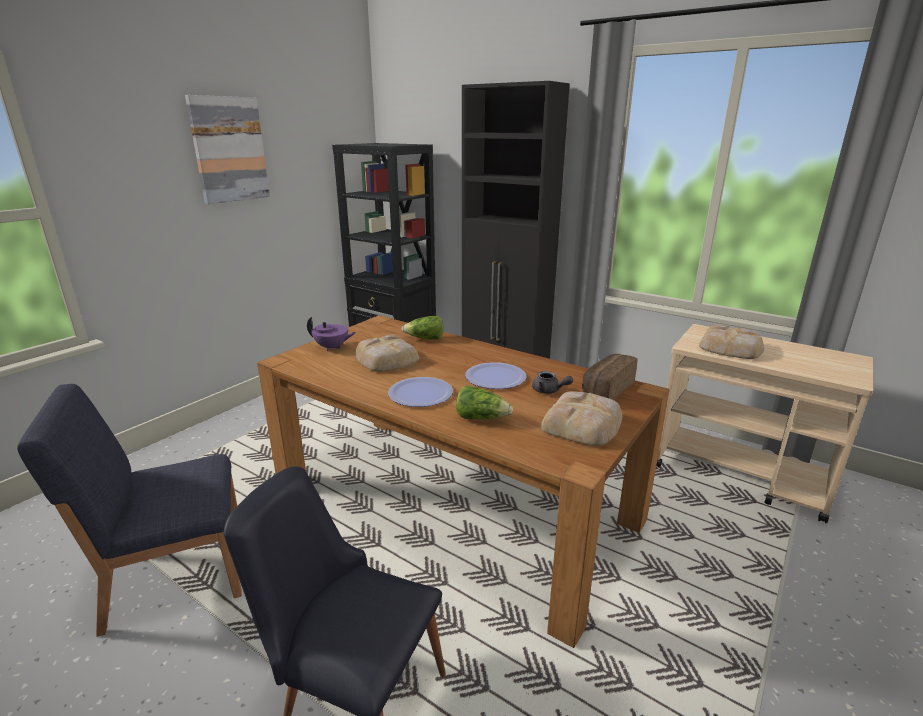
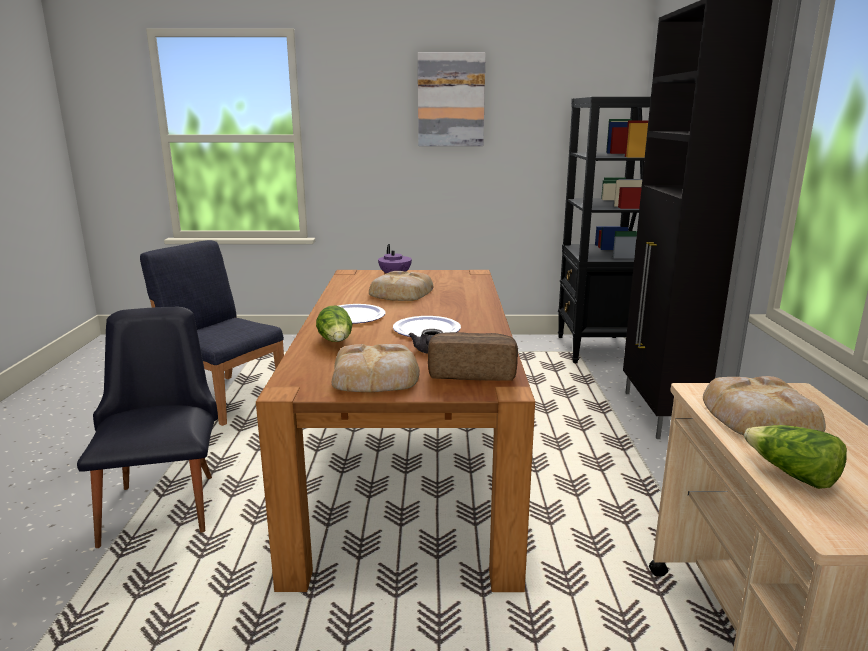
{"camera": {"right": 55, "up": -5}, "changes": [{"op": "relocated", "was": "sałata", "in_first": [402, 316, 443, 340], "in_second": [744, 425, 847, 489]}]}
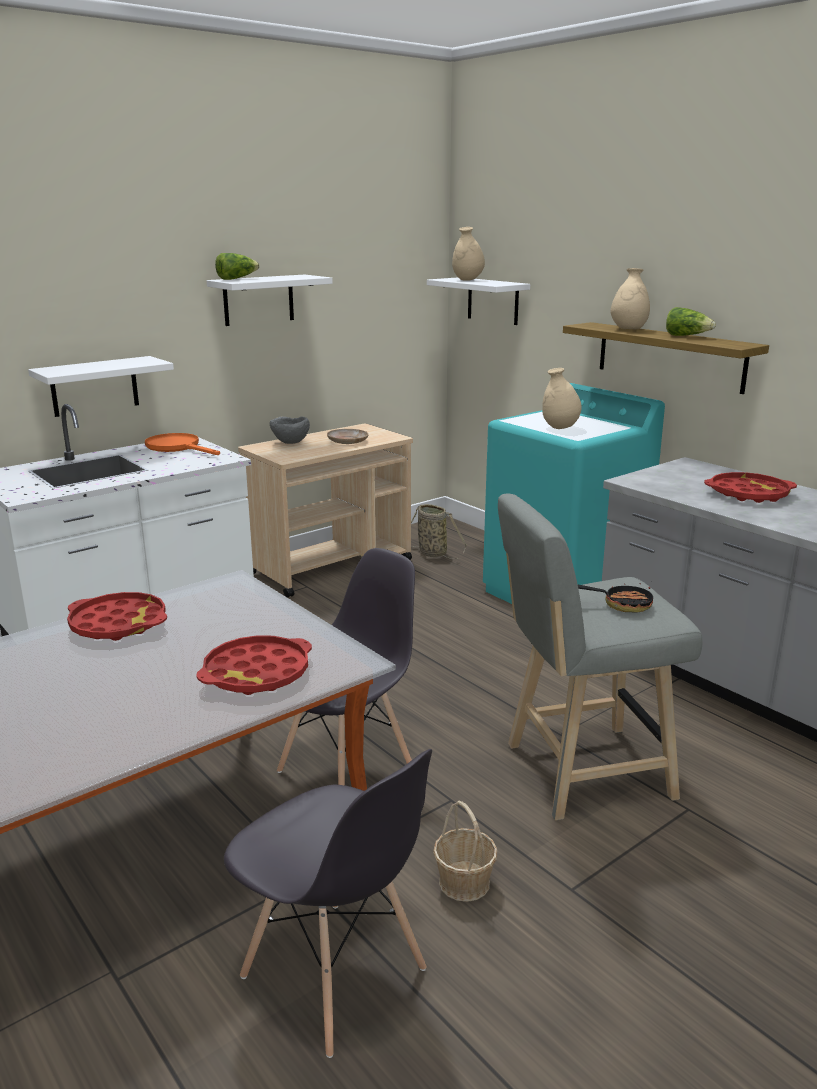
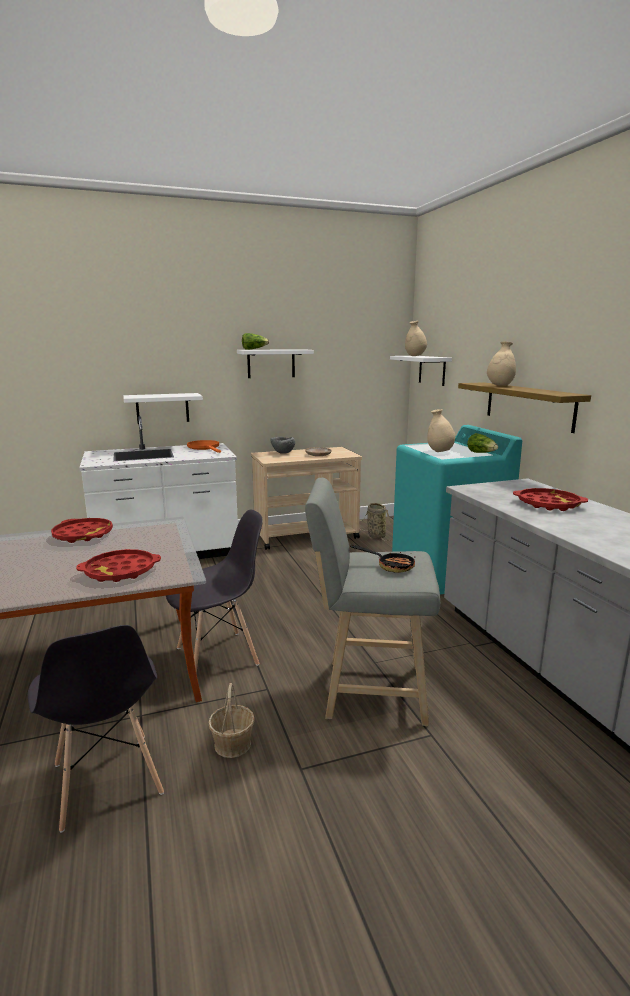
{"camera": {"right": 20, "up": -5}, "changes": [{"op": "relocated", "was": "sałata", "in_first": [666, 307, 716, 336], "in_second": [467, 433, 498, 453]}]}
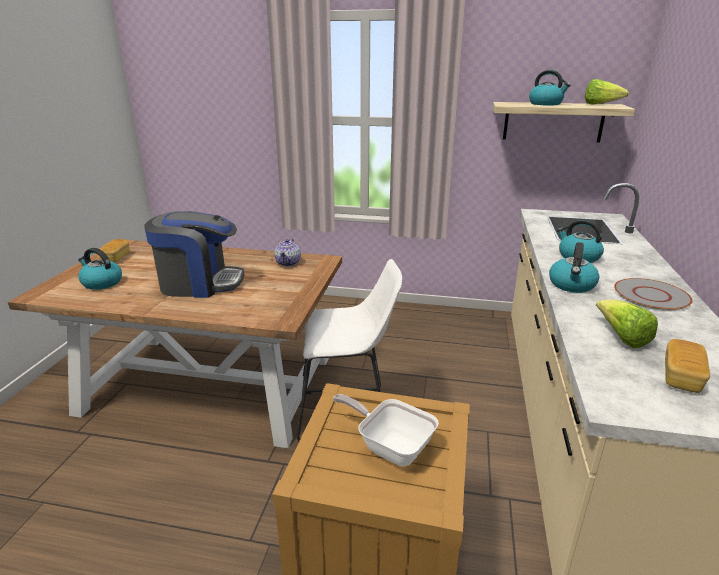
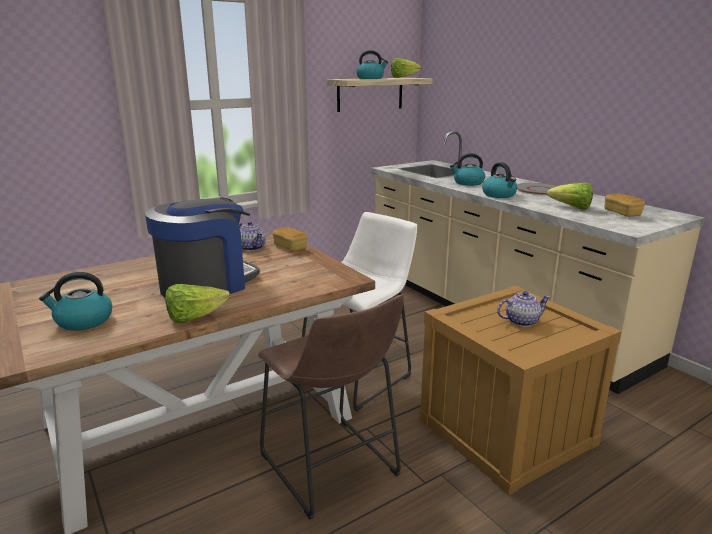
{"camera": {"right": -45, "up": -5}, "changes": [{"op": "relocated", "was": "chleb", "in_first": [99, 239, 130, 263], "in_second": [273, 227, 307, 251]}, {"op": "exchanged", "was": "patelnia", "now": "imbryk", "in_first": [333, 394, 439, 466], "in_second": [497, 291, 550, 327]}, {"op": "appeared", "now": "sałata", "in_second": [165, 284, 230, 323]}, {"op": "appeared", "now": "stołek/brązowy", "in_second": [258, 294, 404, 520]}]}
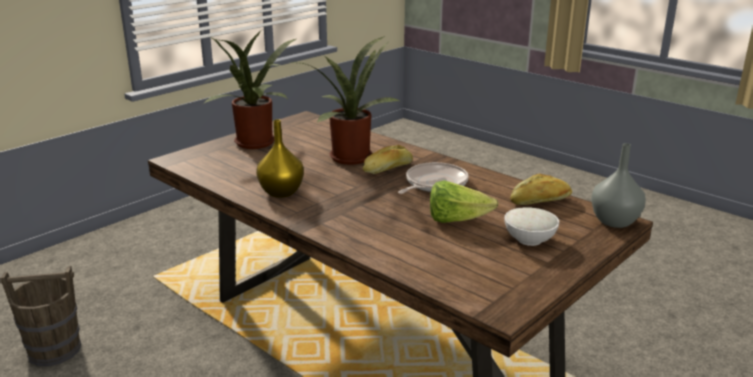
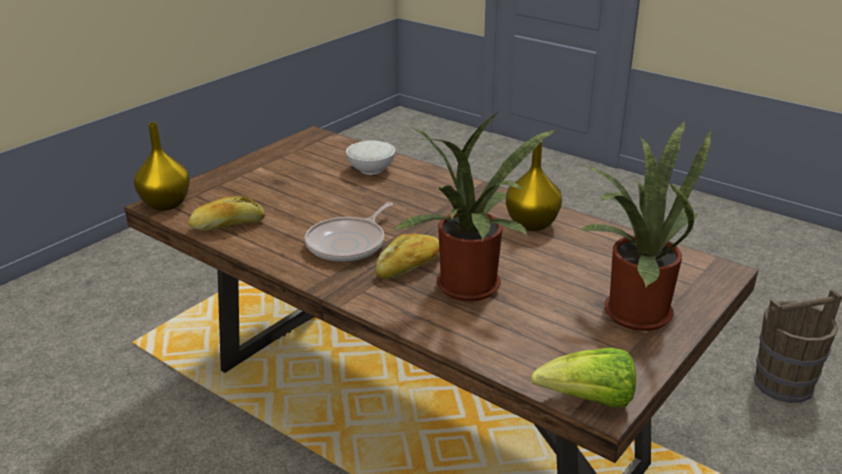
{"camera": {"right": 175, "up": 5}, "changes": [{"op": "colour", "was": "wazon/szary", "now": "wazon/żółty", "in_first": [591, 143, 646, 228], "in_second": [134, 122, 190, 211]}, {"op": "relocated", "was": "sałata", "in_first": [430, 180, 499, 223], "in_second": [531, 348, 636, 408]}, {"op": "relocated", "was": "miska/biały", "in_first": [504, 207, 559, 246], "in_second": [346, 140, 395, 175]}]}
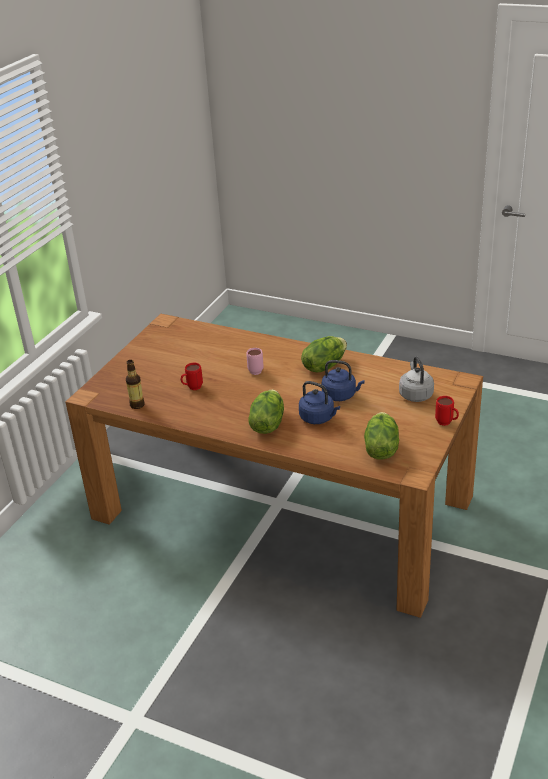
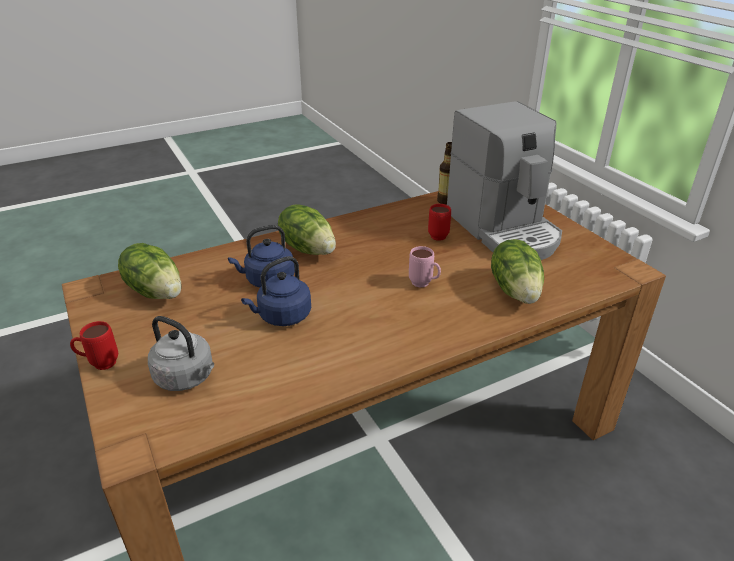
{"camera": {"right": 125, "up": 0}, "changes": [{"op": "relocated", "was": "sałata", "in_first": [301, 336, 347, 372], "in_second": [491, 239, 544, 304]}, {"op": "appeared", "now": "ekspres do kawy", "in_second": [447, 101, 562, 260]}]}
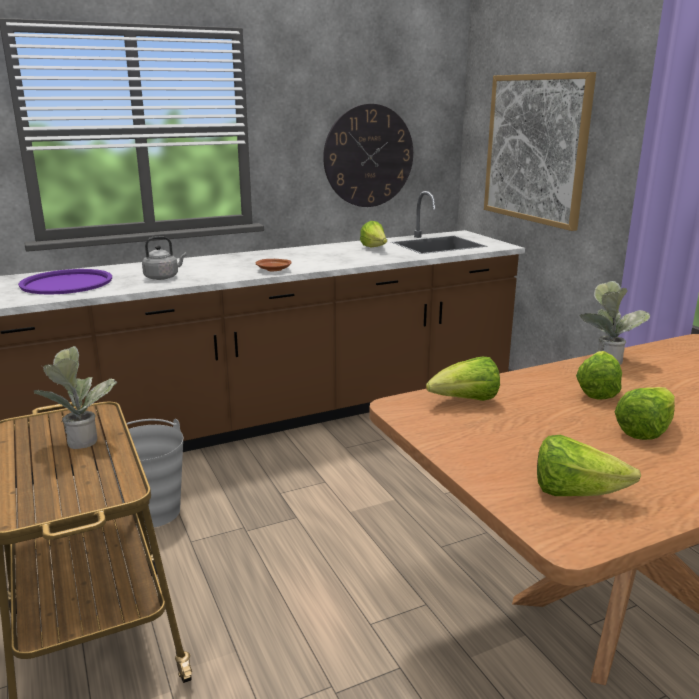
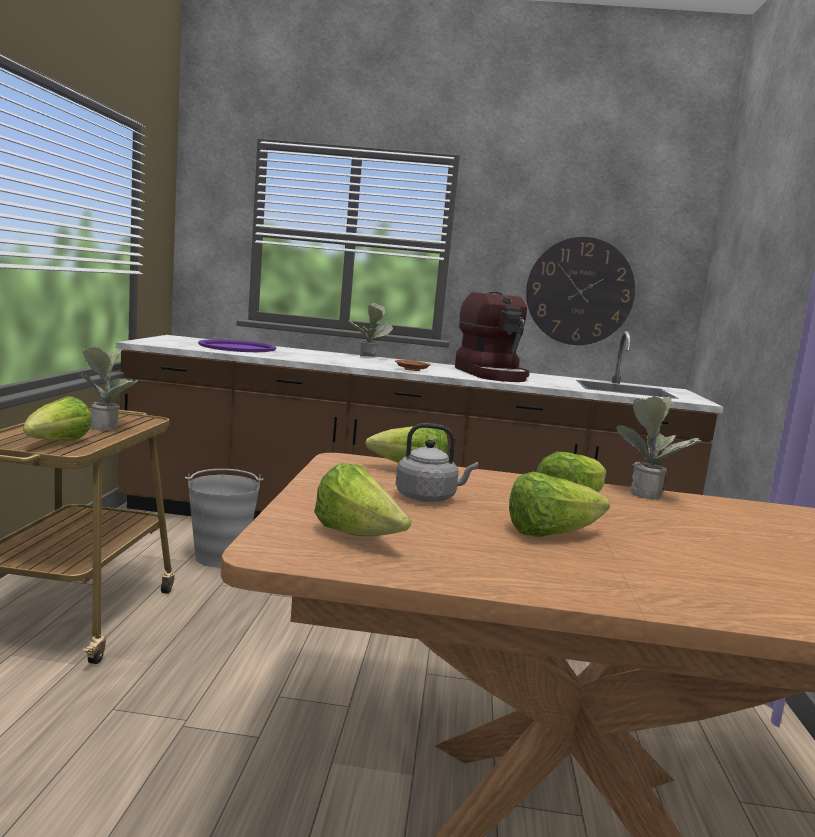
{"camera": {"right": 30, "up": -10}, "changes": [{"op": "missing", "was": "obraz", "in_first": [484, 72, 596, 231]}, {"op": "relocated", "was": "sałata", "in_first": [360, 221, 387, 247], "in_second": [23, 396, 92, 441]}, {"op": "relocated", "was": "czajnik/szary", "in_first": [142, 236, 187, 280], "in_second": [396, 423, 478, 502]}, {"op": "appeared", "now": "ekspres do kawy", "in_second": [455, 292, 530, 382]}, {"op": "appeared", "now": "roślina doniczkowa", "in_second": [348, 302, 393, 357]}]}
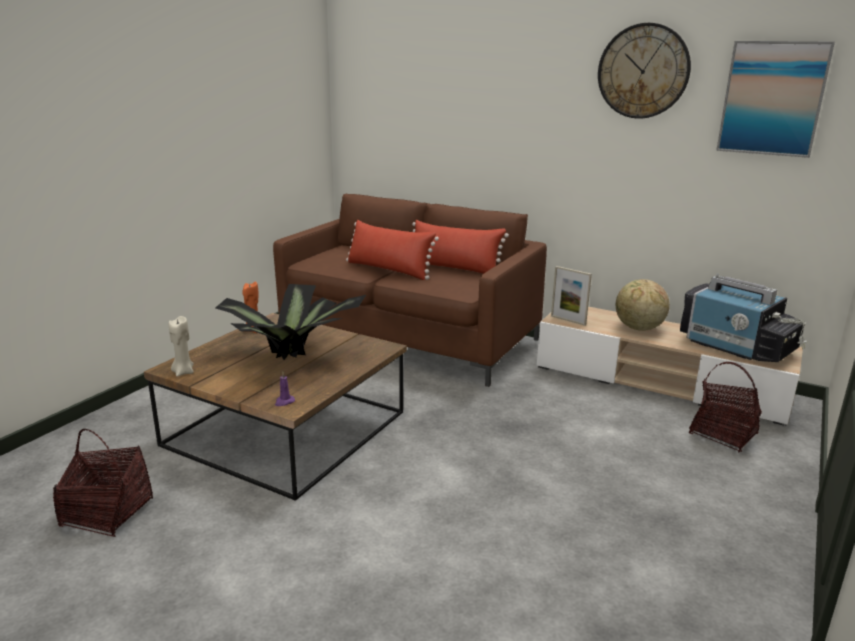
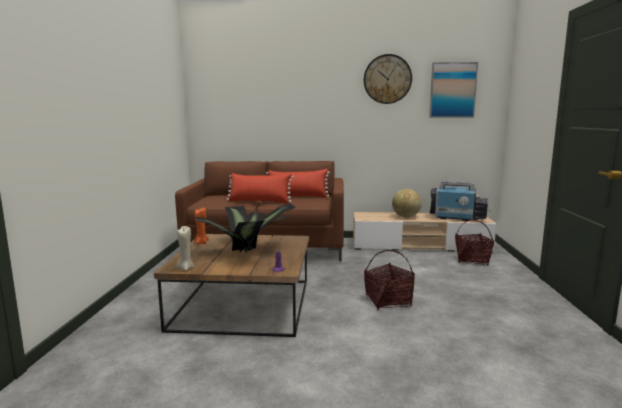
{"camera": {"right": -25, "up": -10}, "changes": [{"op": "missing", "was": "ramka na zdjęcie", "in_first": [551, 266, 592, 326]}, {"op": "relocated", "was": "koszyk", "in_first": [53, 429, 153, 537], "in_second": [364, 250, 415, 310]}]}
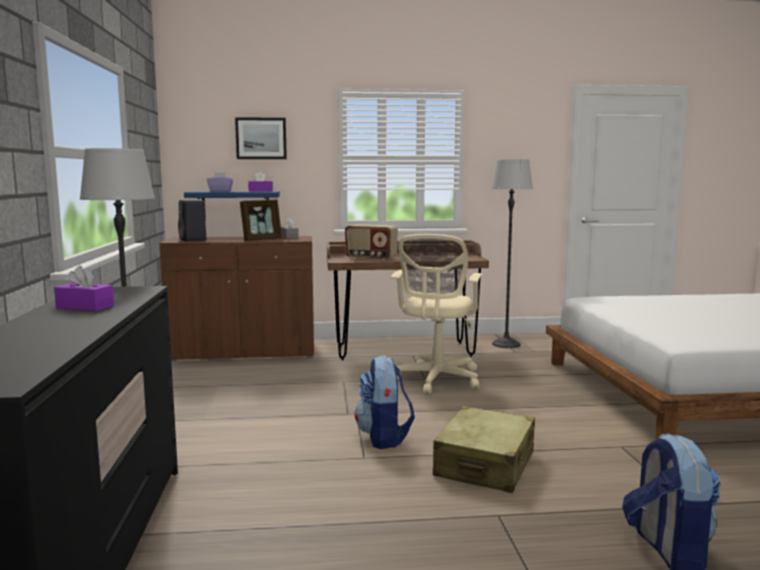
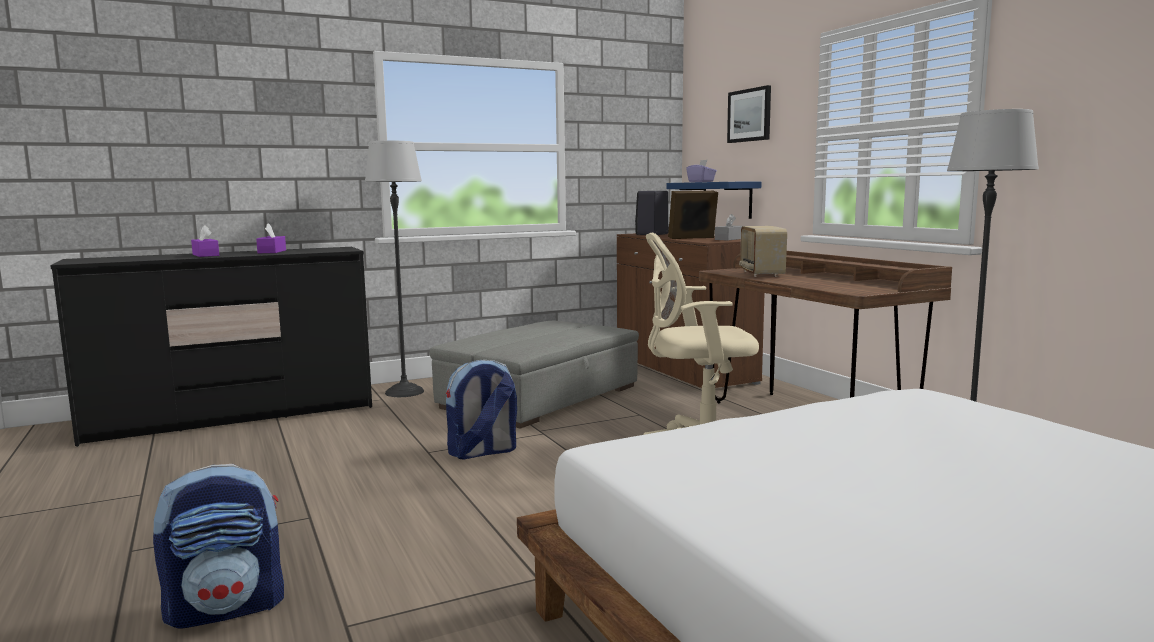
{"camera": {"right": 70, "up": 0}, "changes": [{"op": "relocated", "was": "pudełko chusteczek/fioletowy", "in_first": [248, 171, 273, 192], "in_second": [191, 225, 219, 257]}, {"op": "spun", "was": "ramka na zdjęcie", "in_first": [240, 199, 282, 241], "in_second": [668, 191, 718, 239], "clockwise": 135}, {"op": "missing", "was": "walizka/beżowy", "in_first": [433, 406, 535, 493]}, {"op": "appeared", "now": "pufa/szary", "in_second": [429, 321, 639, 429]}]}
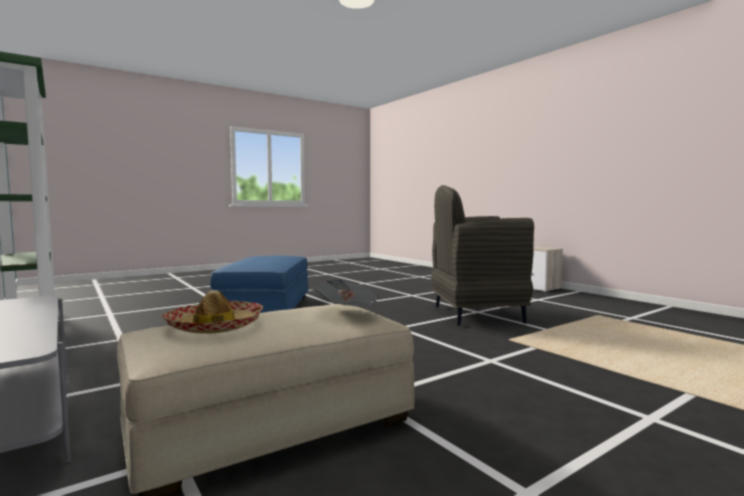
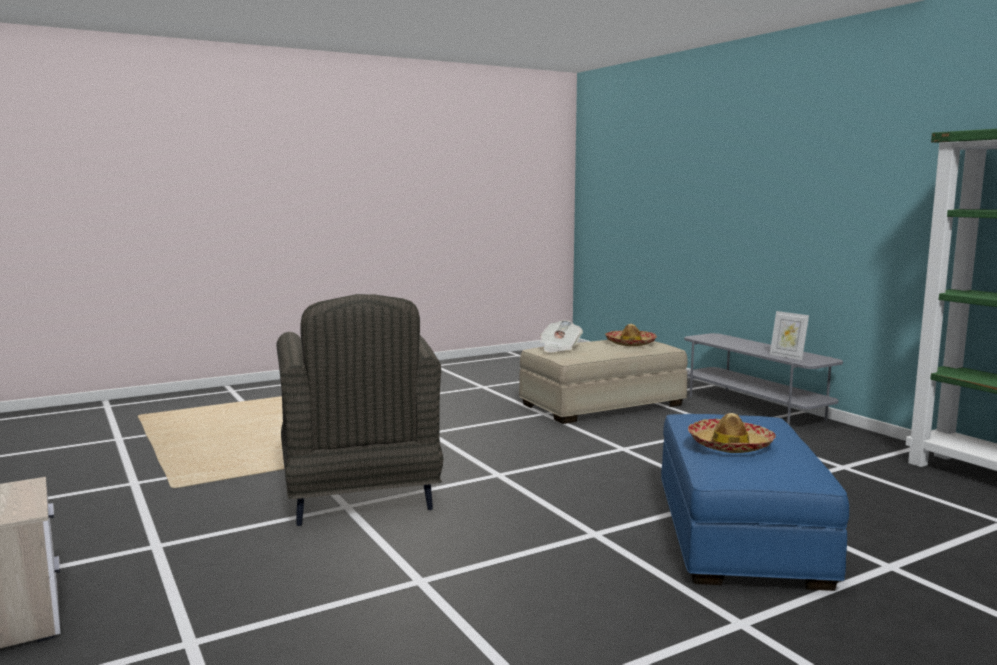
{"camera": {"right": -175, "up": 5}, "changes": [{"op": "spun", "was": "fotel/szary", "in_first": [431, 185, 534, 326], "in_second": [277, 294, 443, 526], "clockwise": 75}, {"op": "appeared", "now": "ramka na zdjęcie", "in_second": [770, 311, 809, 360]}, {"op": "appeared", "now": "kapelusz", "in_second": [688, 413, 776, 453]}]}
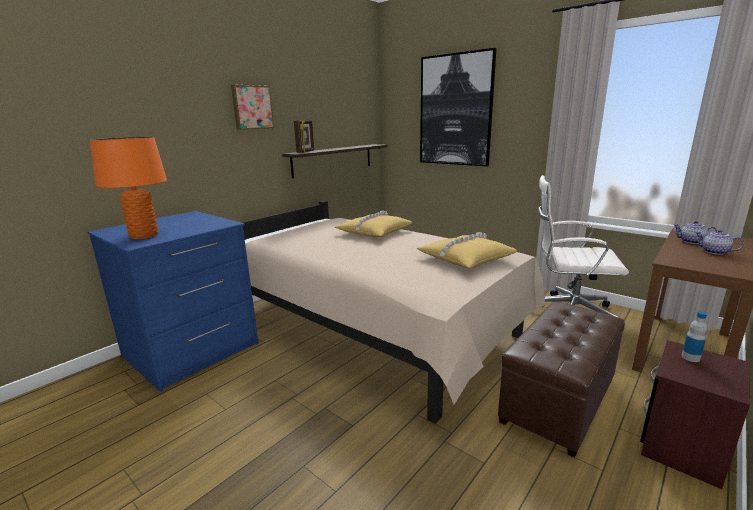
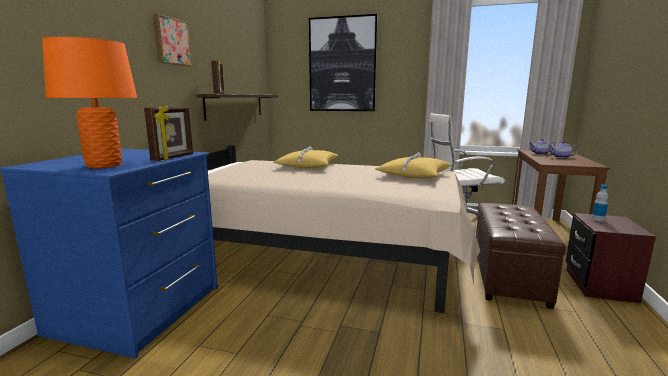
{"camera": {"right": -25, "up": -5}, "changes": [{"op": "appeared", "now": "ramka na zdjęcie", "in_second": [144, 105, 193, 161]}]}
